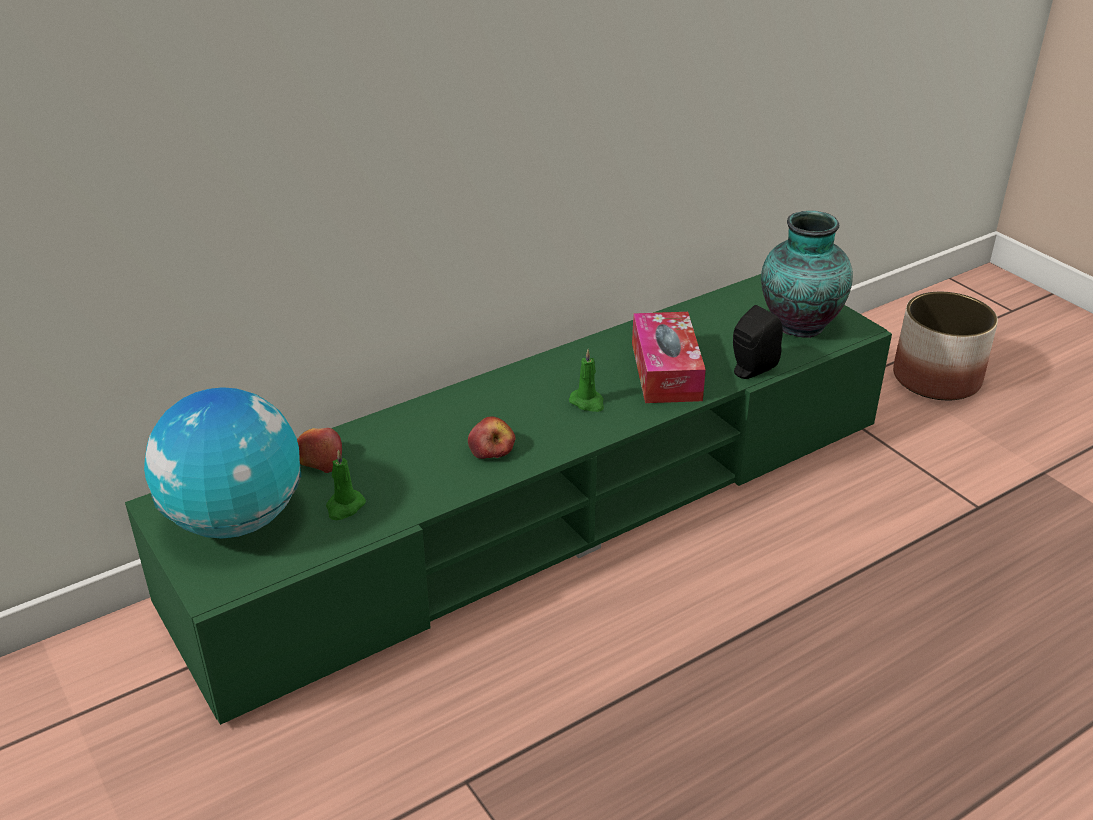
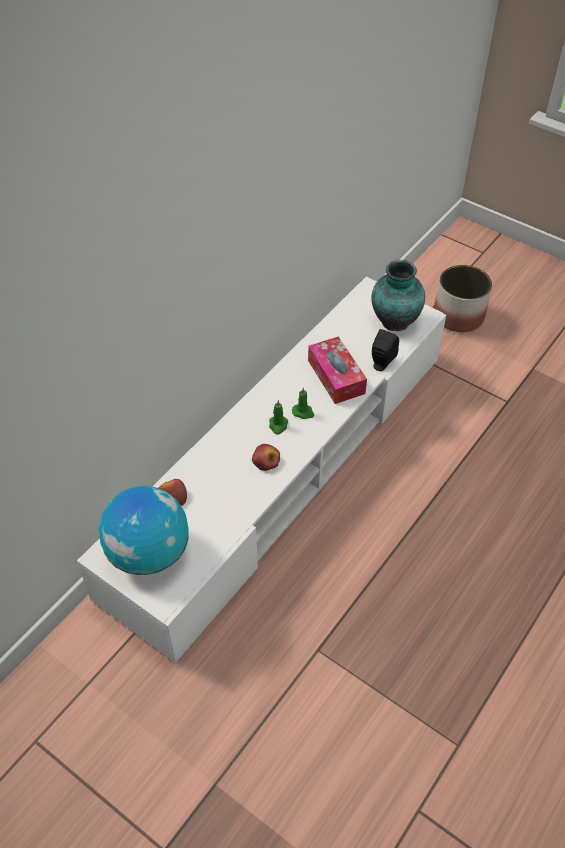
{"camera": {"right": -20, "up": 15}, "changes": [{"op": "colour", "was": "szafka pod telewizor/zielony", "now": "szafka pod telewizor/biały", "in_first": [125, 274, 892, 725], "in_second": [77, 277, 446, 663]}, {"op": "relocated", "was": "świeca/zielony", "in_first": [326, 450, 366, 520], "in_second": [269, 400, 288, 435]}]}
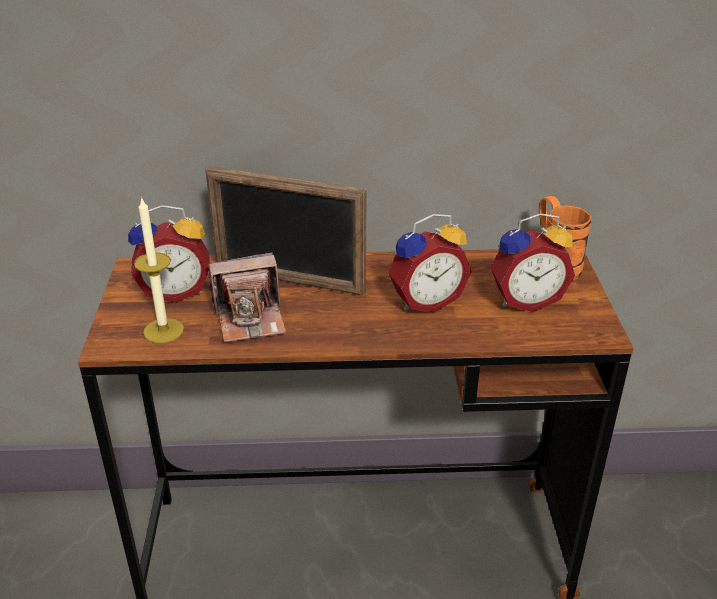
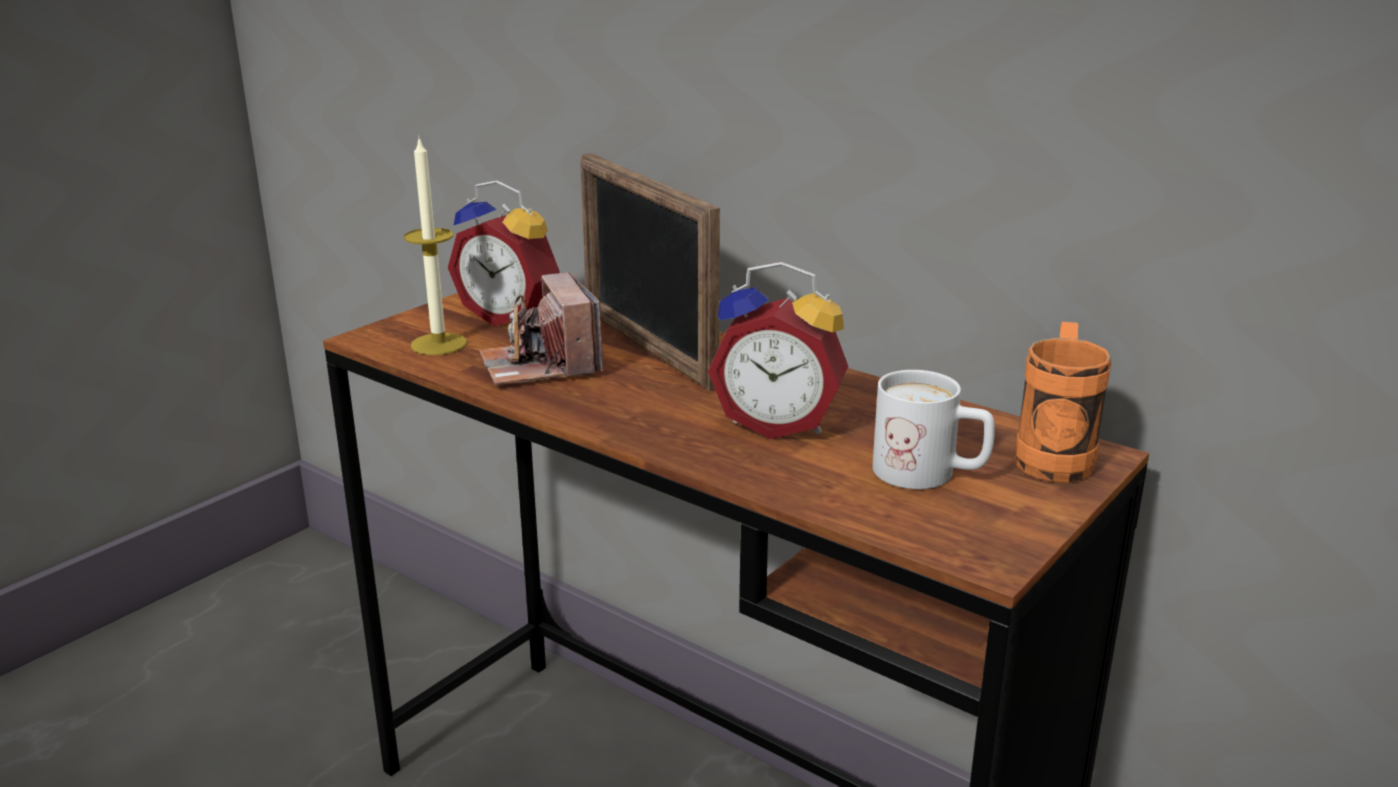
{"camera": {"right": 40, "up": -10}, "changes": [{"op": "exchanged", "was": "budzik", "now": "kubek/biały", "in_first": [490, 213, 575, 312], "in_second": [873, 370, 995, 489]}, {"op": "spun", "was": "aparat fotograficzny", "in_first": [208, 253, 286, 342], "in_second": [479, 272, 603, 386], "clockwise": 45}]}
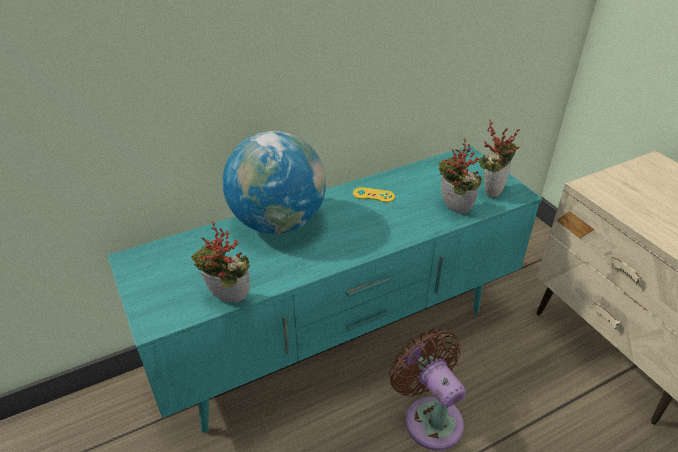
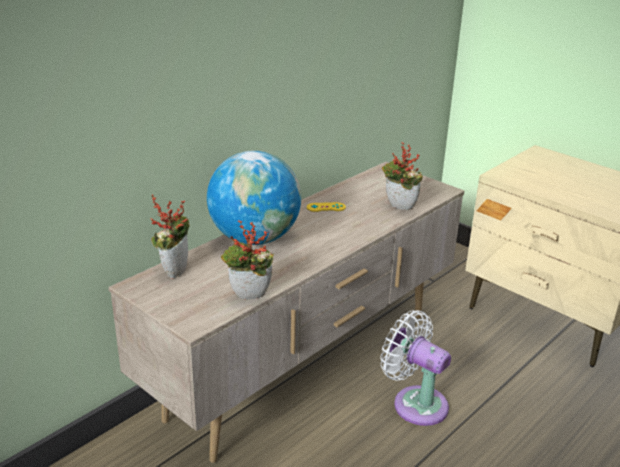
{"camera": {"right": -20, "up": -10}, "changes": [{"op": "relocated", "was": "roślina doniczkowa", "in_first": [479, 119, 520, 198], "in_second": [151, 195, 190, 279]}, {"op": "colour", "was": "szafka pod telewizor/turkusowy", "now": "szafka pod telewizor/beżowy", "in_first": [107, 145, 542, 433], "in_second": [109, 162, 464, 463]}, {"op": "colour", "was": "wentylator/brązowy", "now": "wentylator/biały", "in_first": [390, 329, 466, 450], "in_second": [380, 310, 451, 426]}]}
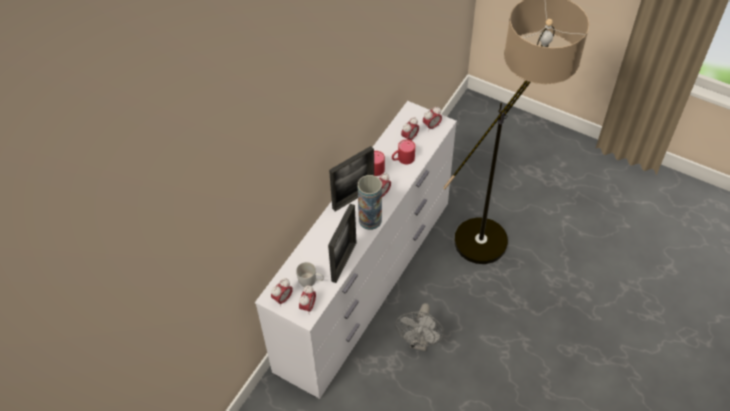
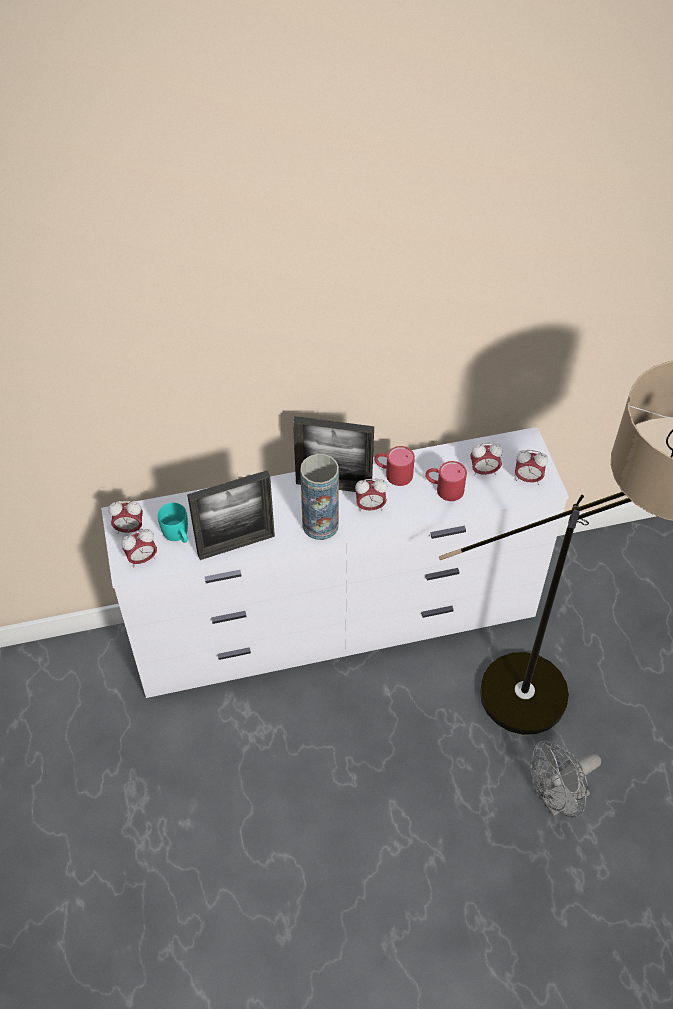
{"camera": {"right": 45, "up": 0}, "changes": [{"op": "colour", "was": "kubek/biały", "now": "kubek/turkusowy", "in_first": [296, 262, 324, 287], "in_second": [158, 503, 188, 543]}, {"op": "relocated", "was": "wentylator/szary", "in_first": [395, 303, 444, 351], "in_second": [530, 740, 601, 817]}]}
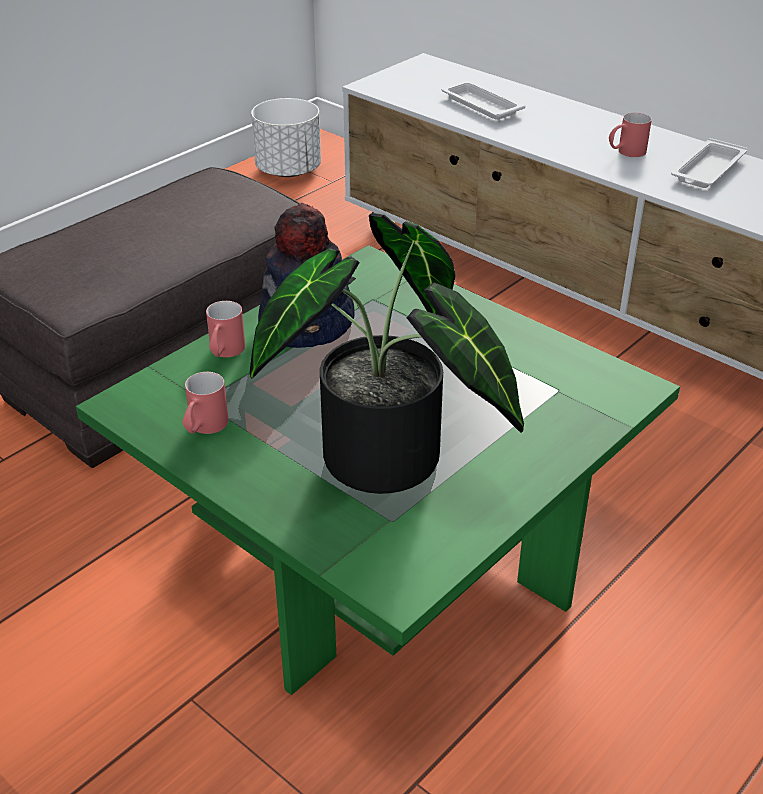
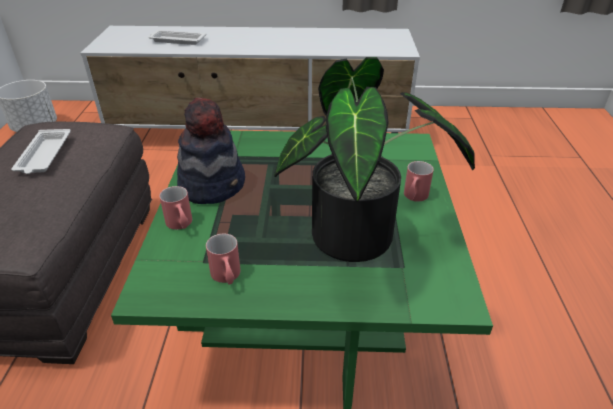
{"camera": {"right": -40, "up": 0}, "changes": [{"op": "relocated", "was": "kubek/czerwony", "in_first": [609, 113, 652, 157], "in_second": [404, 161, 434, 202]}, {"op": "relocated", "was": "taca/biały", "in_first": [671, 138, 748, 188], "in_second": [11, 129, 71, 174]}]}
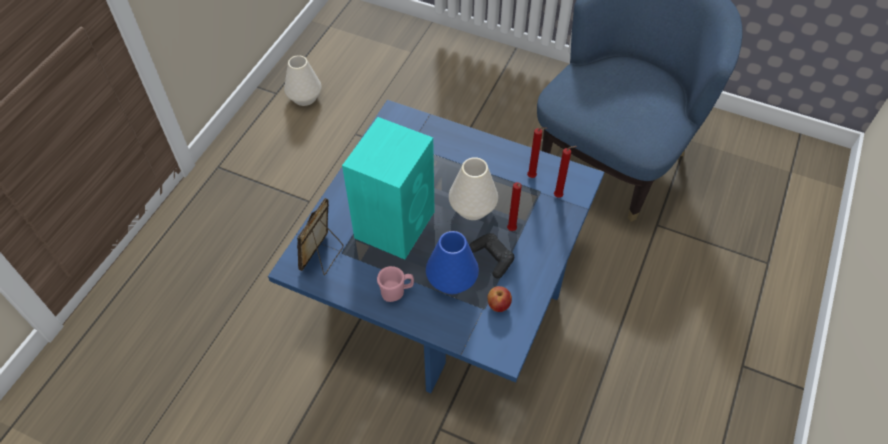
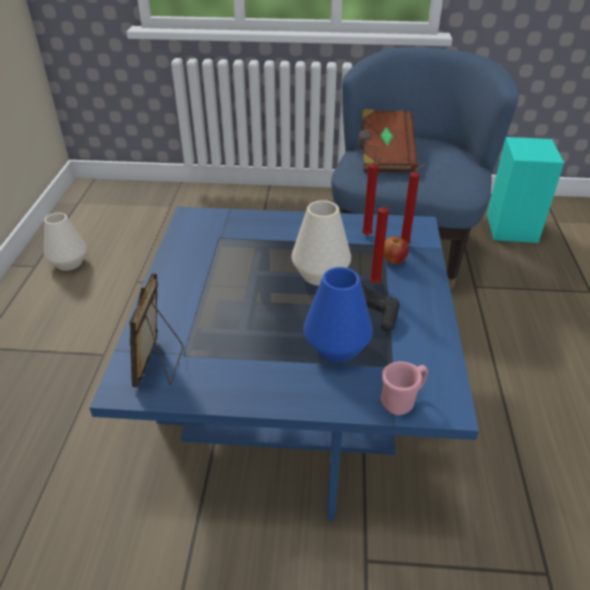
{"camera": {"right": -20, "up": -15}, "changes": [{"op": "relocated", "was": "głośnik/turkusowy", "in_first": [342, 117, 435, 260], "in_second": [487, 137, 564, 243]}, {"op": "relocated", "was": "kubek/różowy", "in_first": [377, 266, 414, 302], "in_second": [380, 361, 428, 415]}, {"op": "relocated", "was": "jabłko", "in_first": [487, 286, 512, 312], "in_second": [383, 236, 409, 264]}, {"op": "appeared", "now": "książka/brązowy", "in_second": [358, 109, 418, 172]}]}
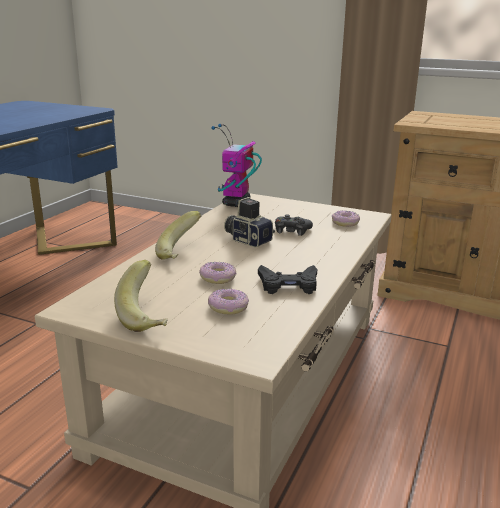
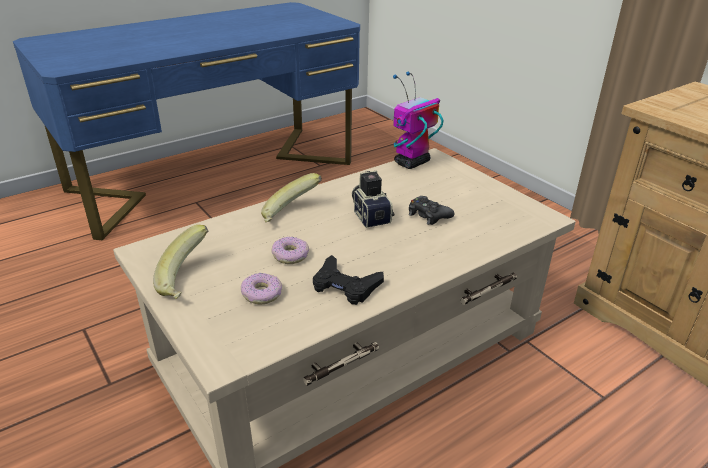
{"camera": {"right": 30, "up": 10}, "changes": [{"op": "missing", "was": "donut", "in_first": [332, 210, 360, 227]}]}
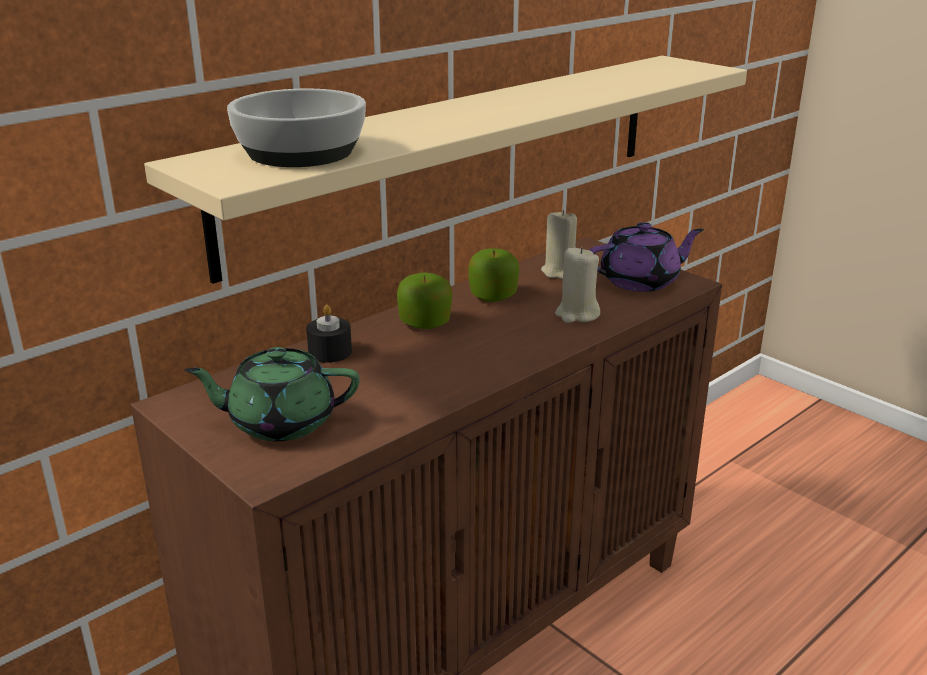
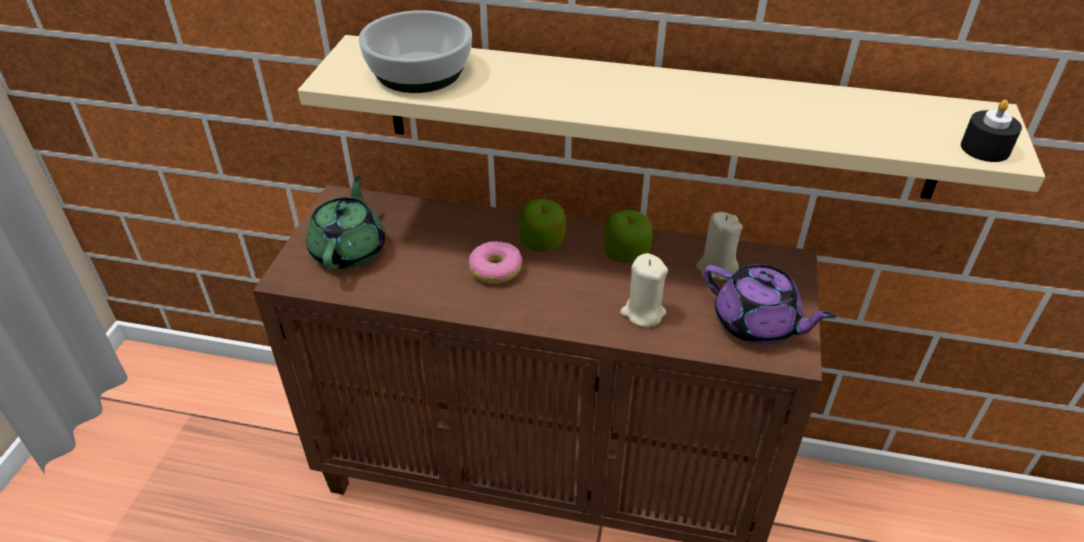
{"camera": {"right": 55, "up": 15}, "changes": [{"op": "relocated", "was": "świeca/czarny", "in_first": [306, 305, 352, 363], "in_second": [961, 100, 1022, 162]}, {"op": "spun", "was": "imbryk/zielony", "in_first": [185, 347, 360, 441], "in_second": [306, 175, 385, 270], "clockwise": 45}, {"op": "appeared", "now": "donut", "in_second": [469, 241, 523, 284]}]}
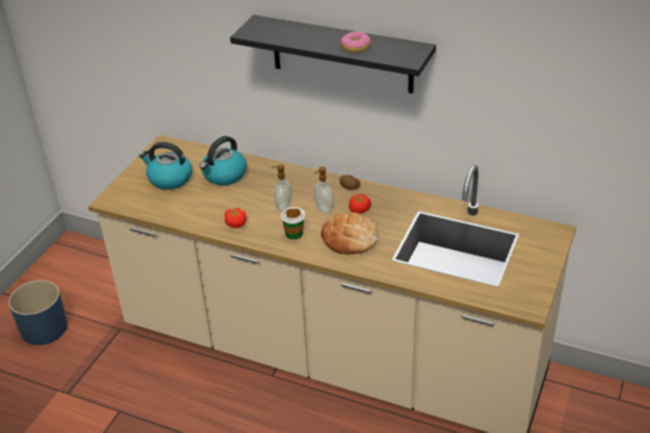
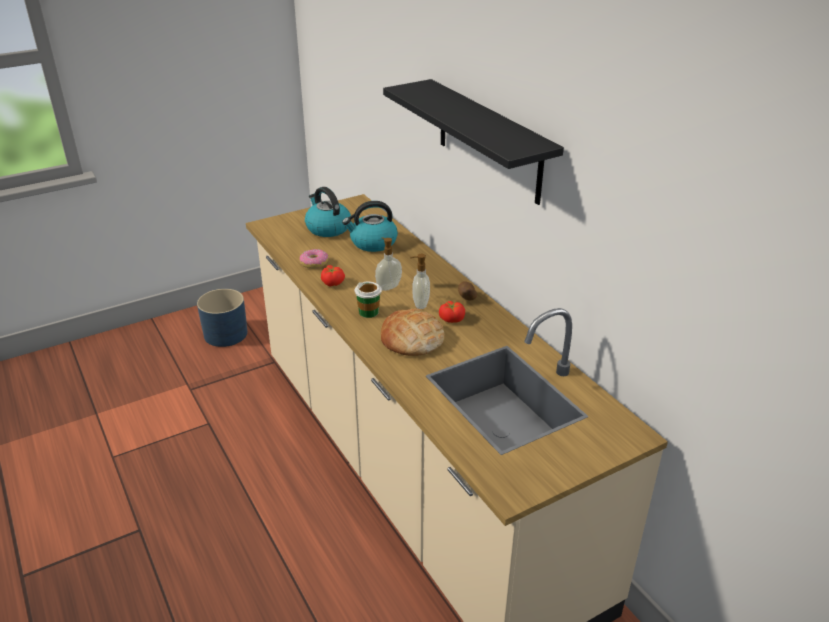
{"camera": {"right": 35, "up": -5}, "changes": [{"op": "relocated", "was": "donut", "in_first": [341, 32, 371, 53], "in_second": [300, 249, 328, 269]}]}
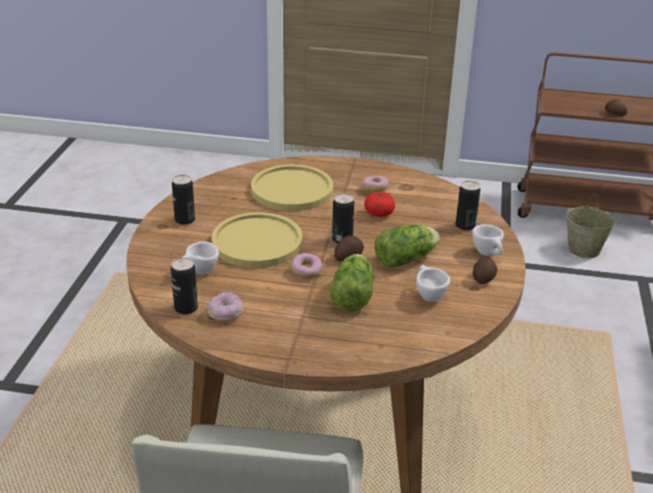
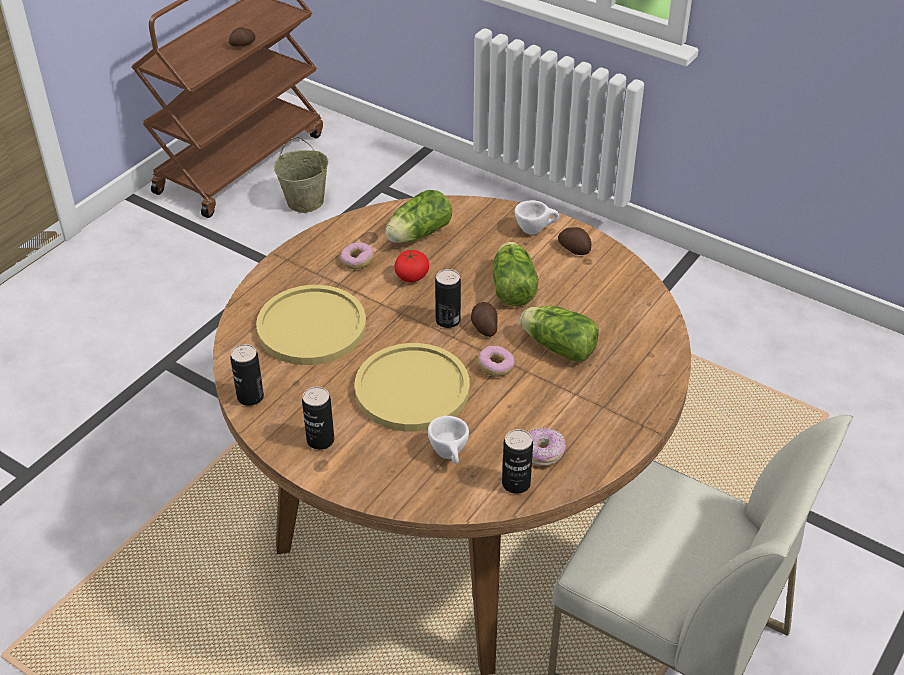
{"camera": {"right": -65, "up": 10}, "changes": [{"op": "relocated", "was": "puszka", "in_first": [456, 181, 480, 231], "in_second": [230, 344, 264, 406]}, {"op": "missing", "was": "filiżanka/biały", "in_first": [416, 265, 450, 302]}, {"op": "appeared", "now": "sałata", "in_second": [385, 190, 452, 243]}]}
